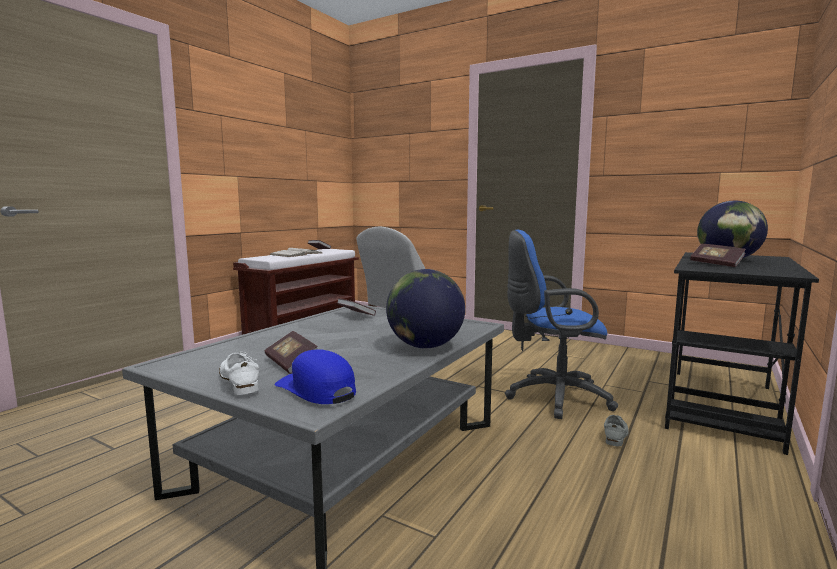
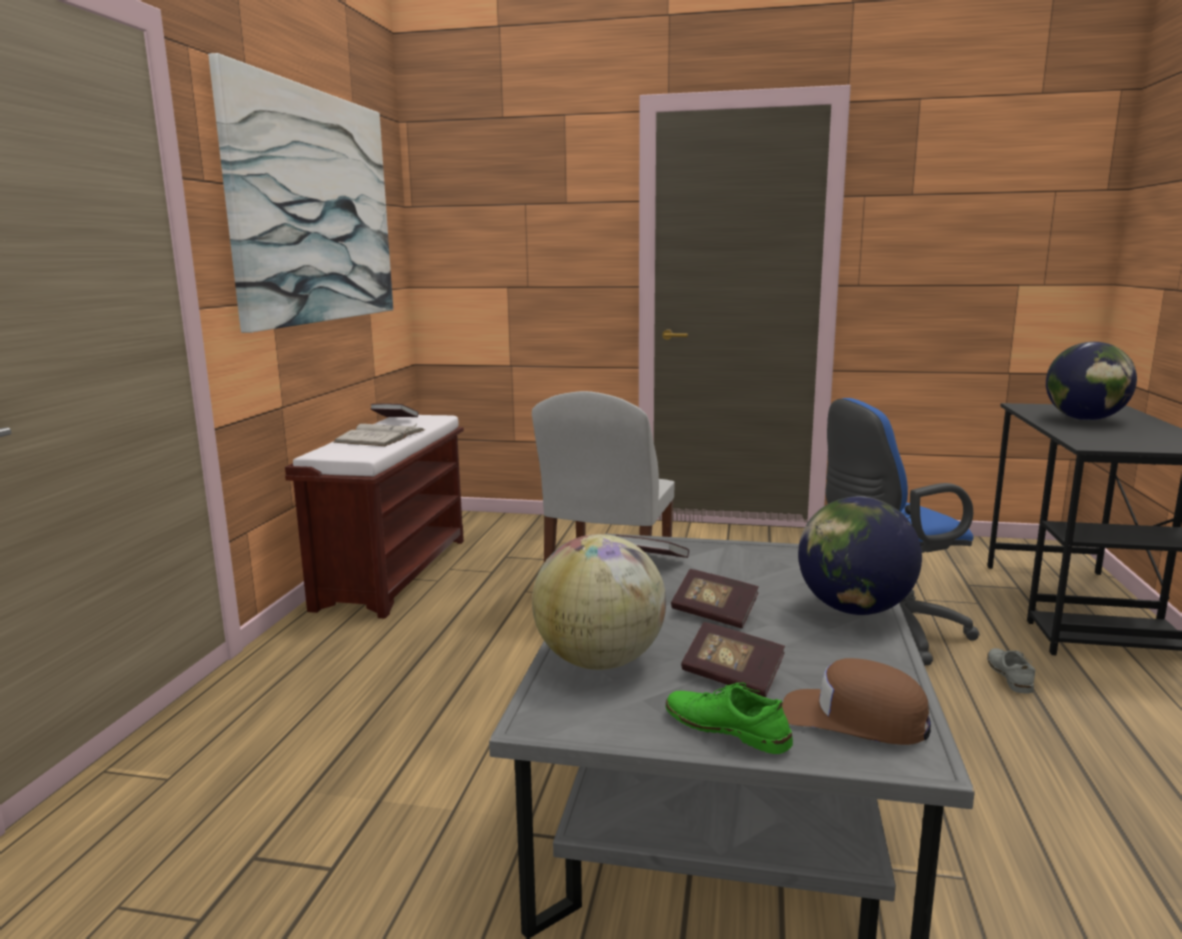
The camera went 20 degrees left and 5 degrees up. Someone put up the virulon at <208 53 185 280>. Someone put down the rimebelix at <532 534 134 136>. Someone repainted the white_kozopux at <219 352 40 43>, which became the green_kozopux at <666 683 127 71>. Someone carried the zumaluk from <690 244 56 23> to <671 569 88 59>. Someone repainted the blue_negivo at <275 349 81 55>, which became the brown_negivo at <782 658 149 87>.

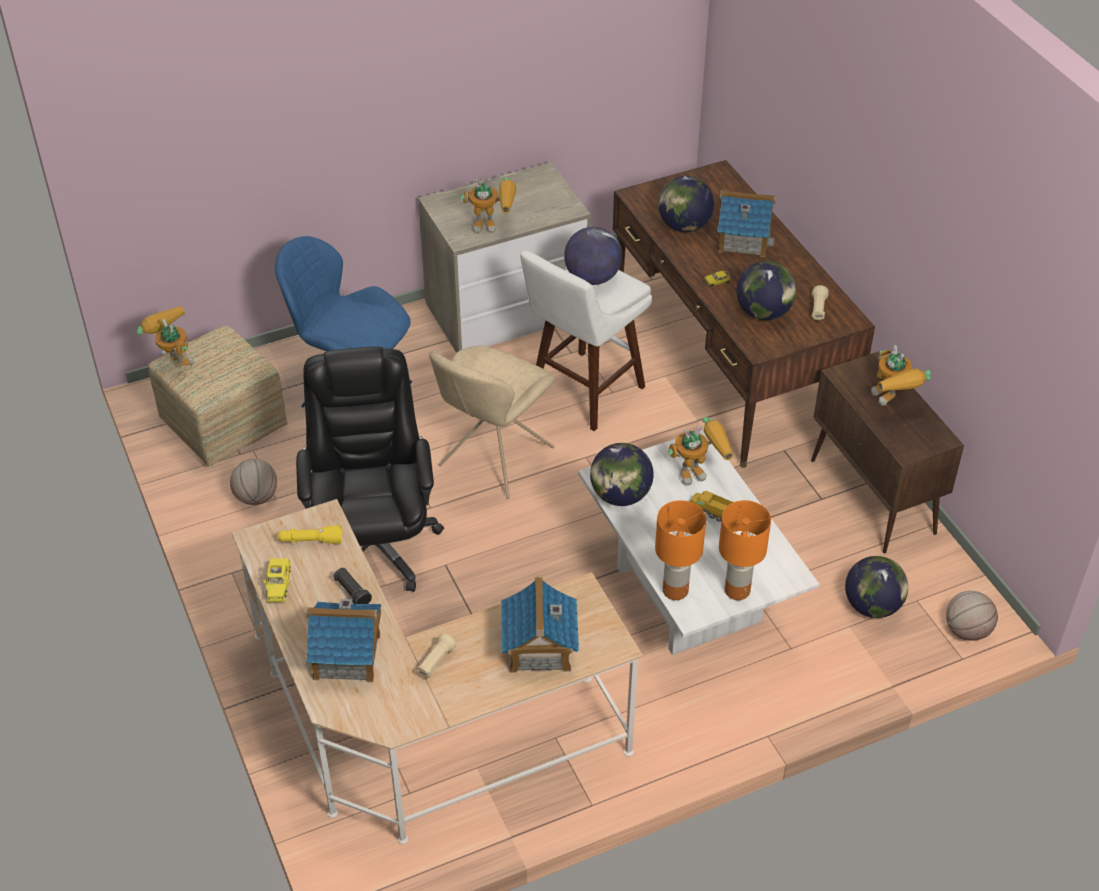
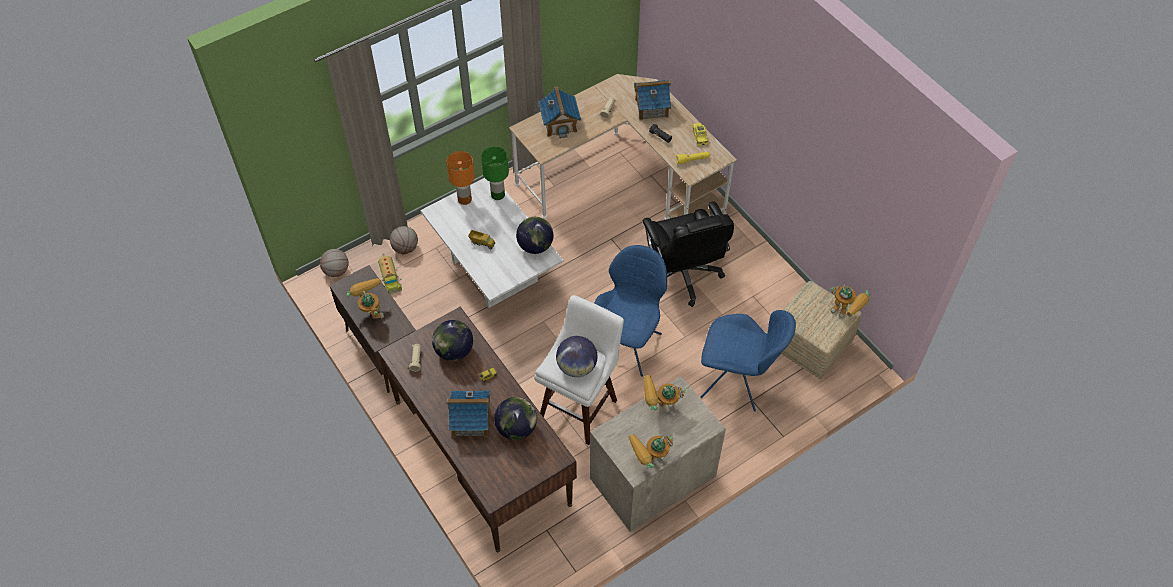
The camera went 170 degrees right and 10 degrees up. Someone swapped the rimebelix at <845 556 63 62> for the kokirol at <377 253 25 41>. Someone carried the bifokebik from <230 459 47 46> to <390 226 28 28>. Someone repainted the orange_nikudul at <655 500 51 100>, which became the green_nikudul at <481 147 28 53>. Someone repainted the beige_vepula at <429 346 127 152>, which became the blue_vepula at <594 245 73 132>. Someone carried the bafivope from <668 417 65 69> to <628 434 45 34>.

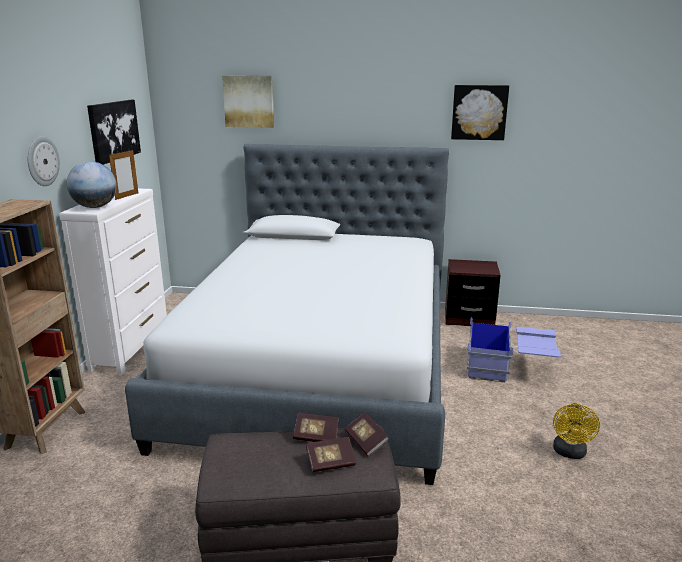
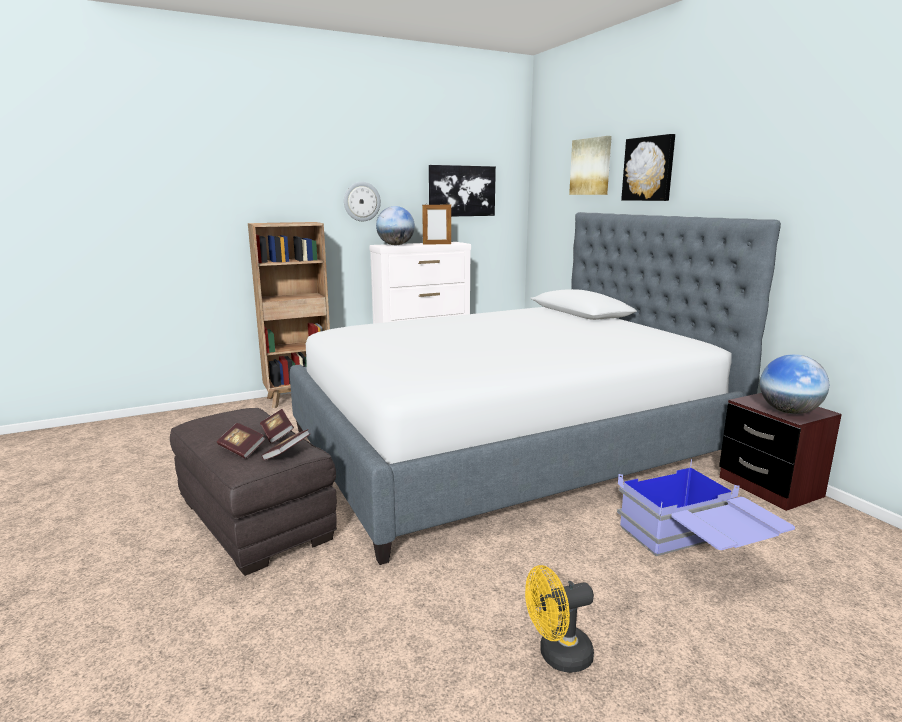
The camera went 55 degrees right and 5 degrees down. Someone carried the virulon from <451 85 58 55> to <621 134 54 67>. Someone put down the rimebelix at <760 354 69 60>.

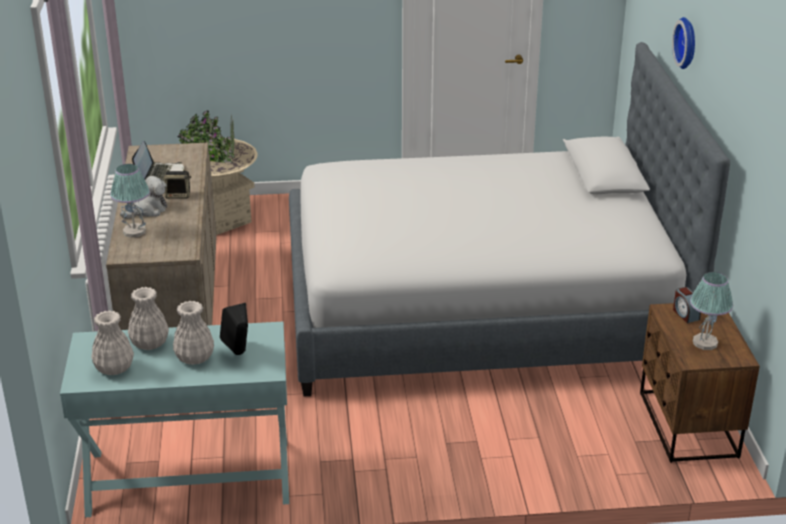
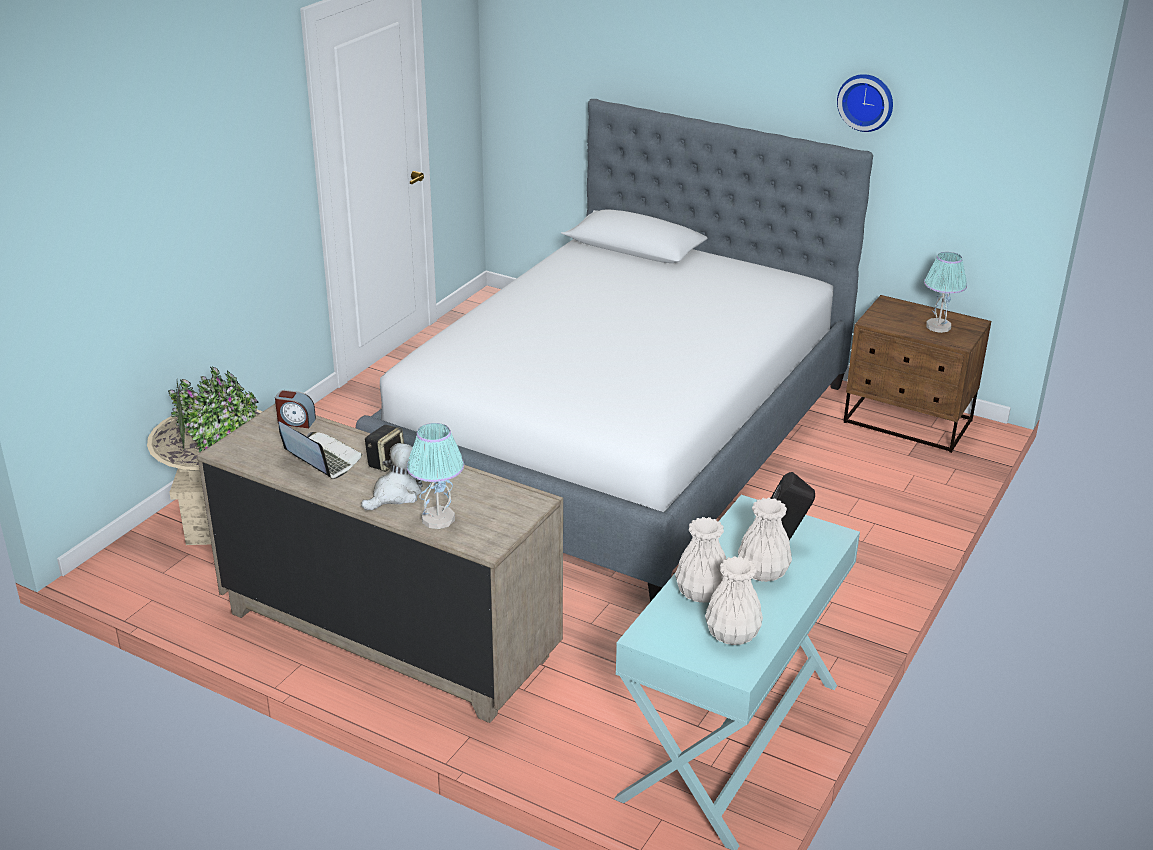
The camera went 55 degrees left and 0 degrees up. Someone carried the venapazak from <673 287 28 36> to <275 390 41 38>. Someone rotated the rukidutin at <120 176 47 43> by 45 degrees clockwise. Someone carried the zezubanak from <672 17 23 52> to <837 74 56 58>.

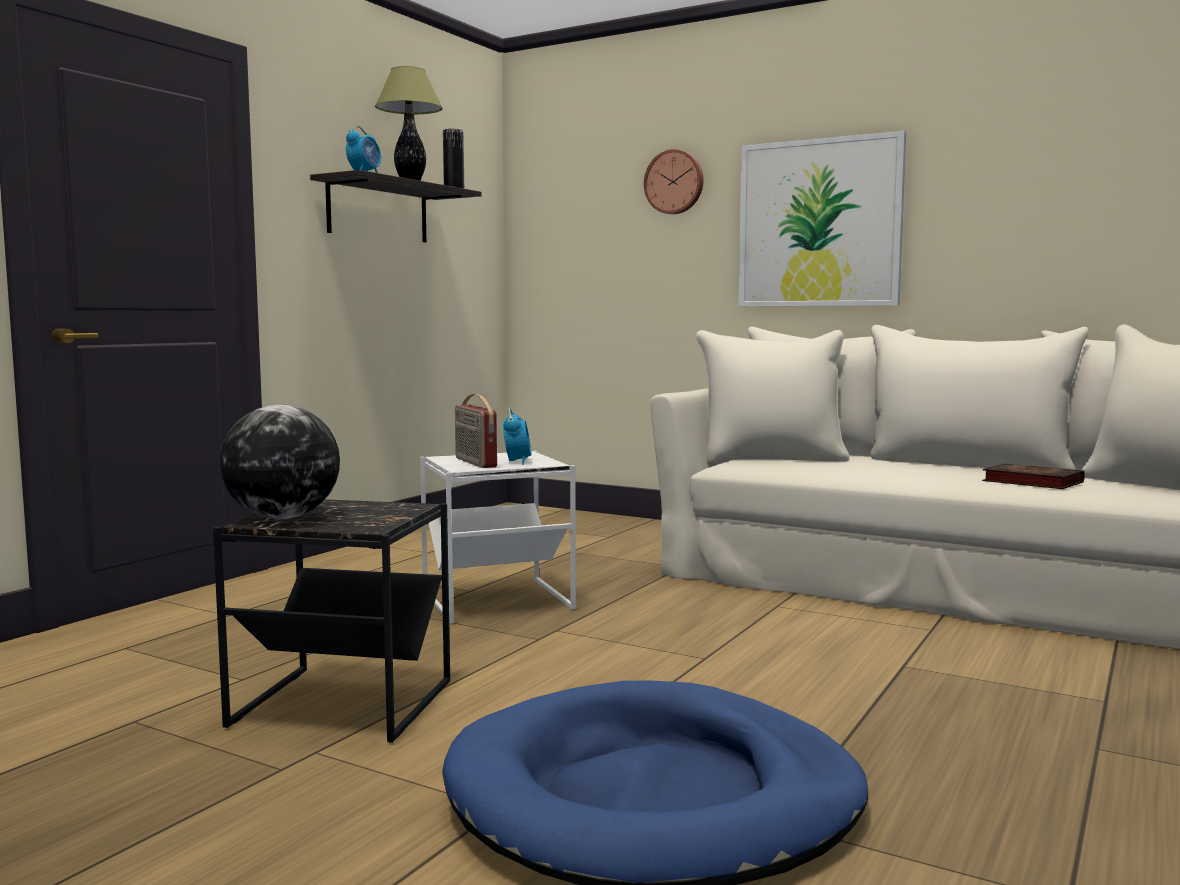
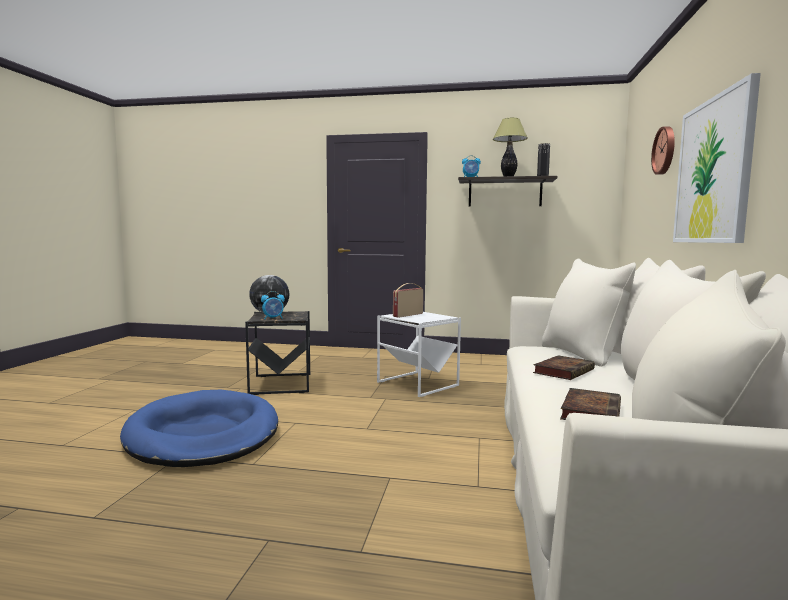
The camera went 70 degrees right and 0 degrees up. Someone carried the venapazak from <502 408 29 57> to <261 291 24 28>. Someone put down the zumaluk at <533 355 62 25>.

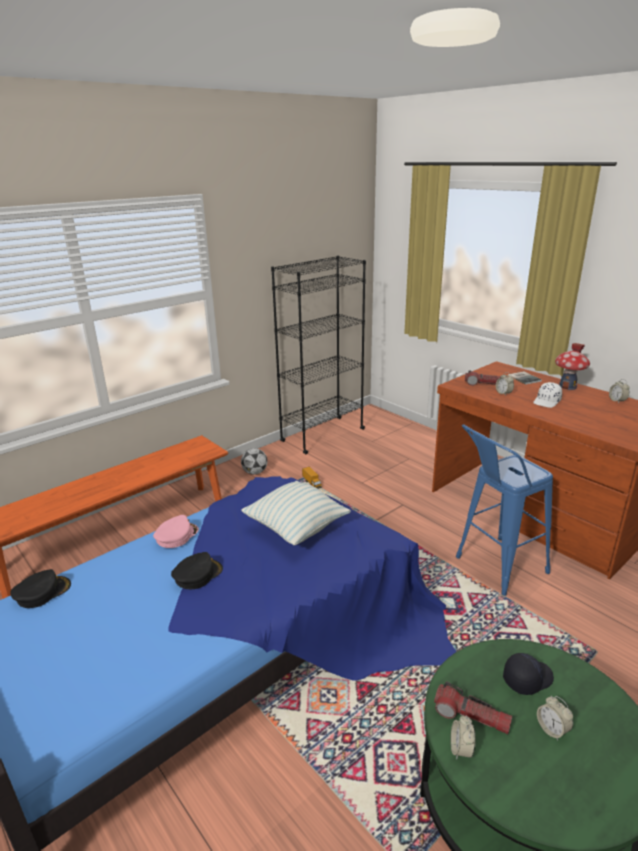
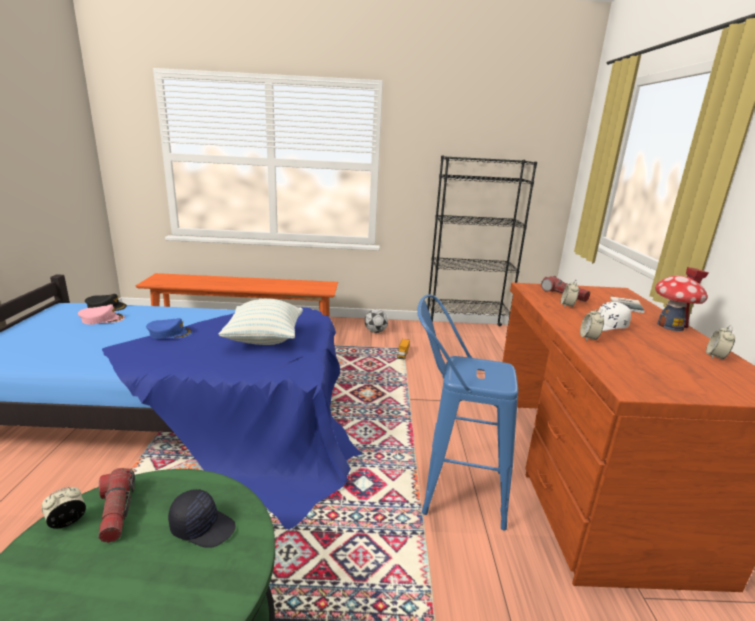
The camera went 40 degrees right and 5 degrees down. Someone carried the pink_negivo from <153 515 46 33> to <78 304 47 21>. Someone repainted the black_negivo at <171 552 52 37>, which became the blue_negivo at <146 318 46 21>. Someone carried the venapazak from <537 696 36 45> to <580 308 24 33>.

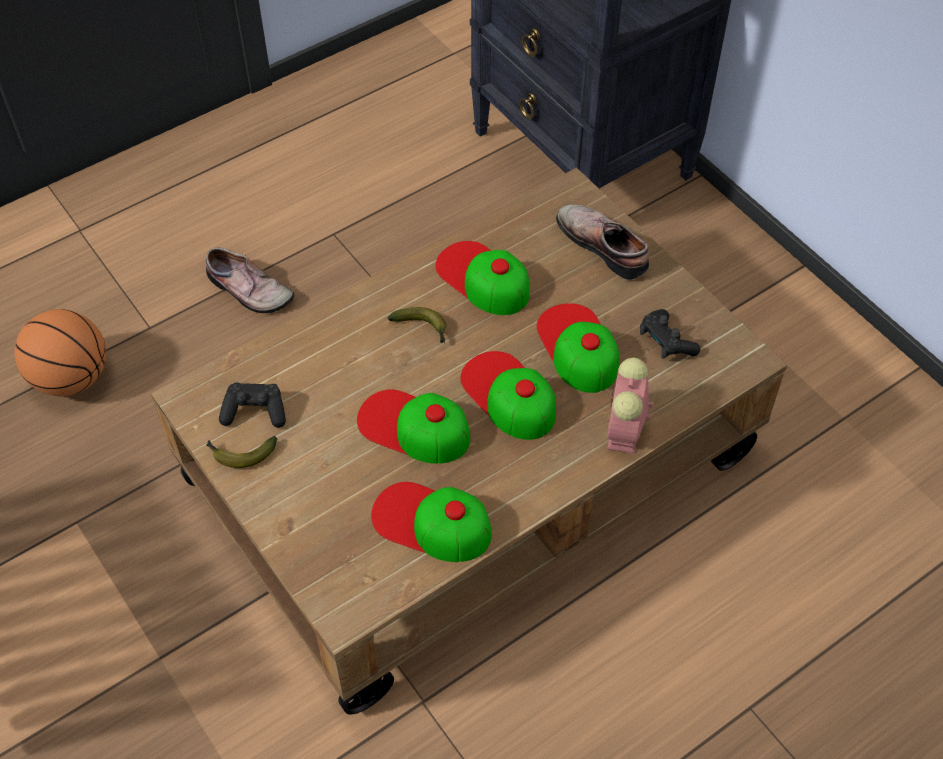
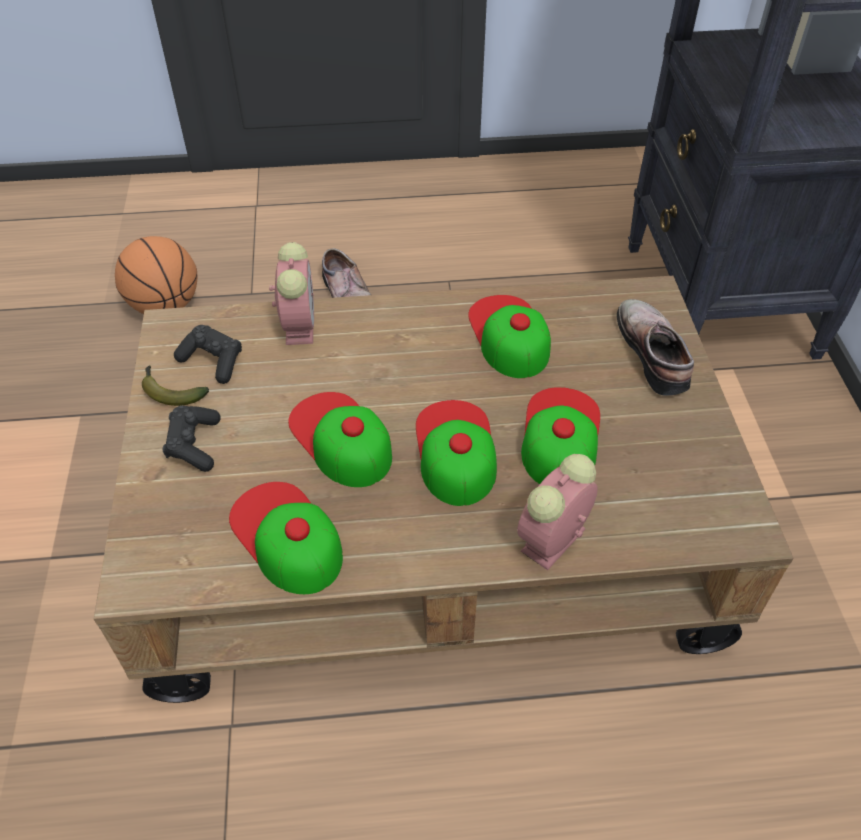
The camera went 30 degrees right and 5 degrees down. Someone carried the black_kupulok from <640 309 60 50> to <163 406 58 66>. Someone put down the venapazak at <269 242 45 103>. Someone took away the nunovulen at <388 307 58 36>.

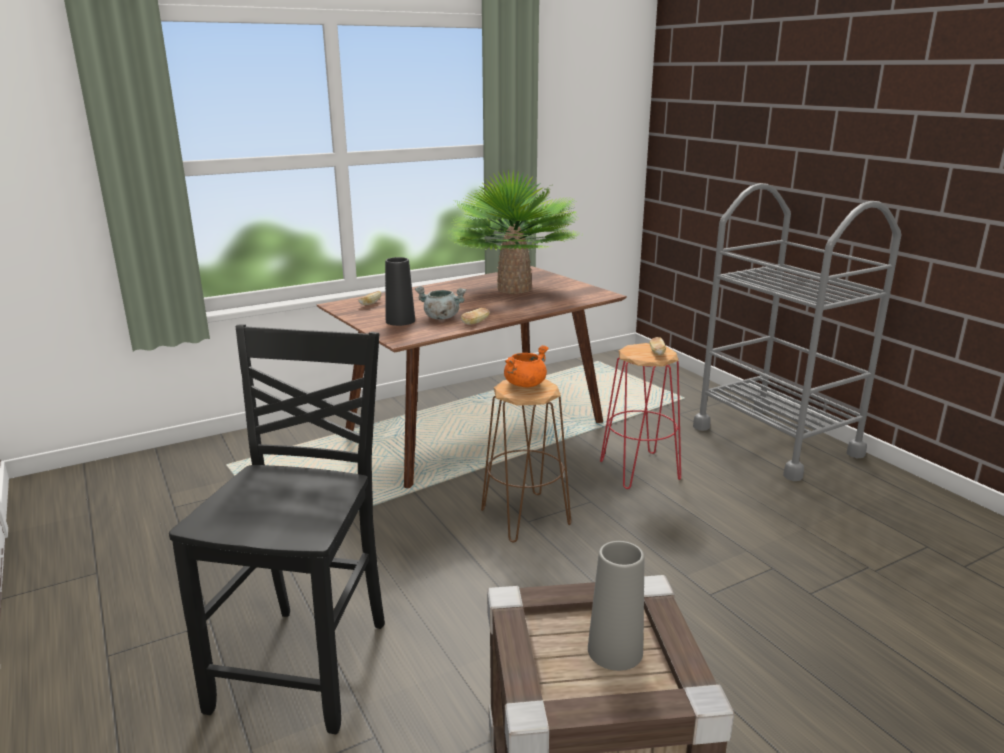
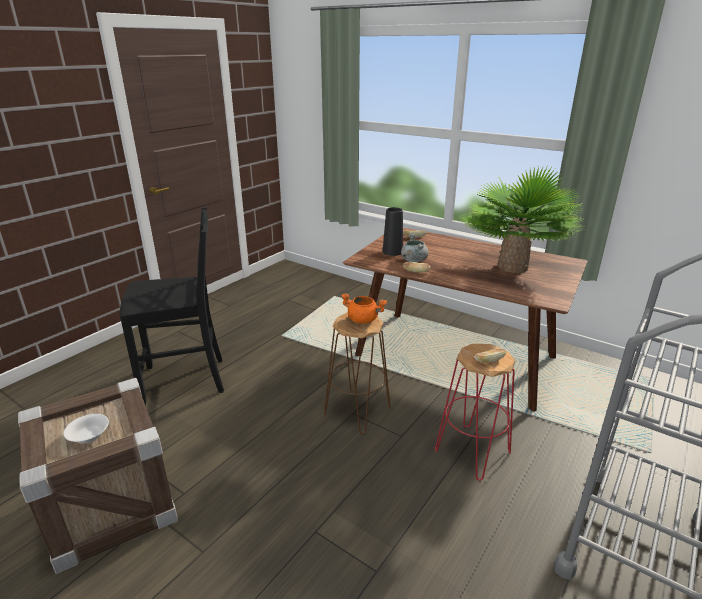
The camera went 65 degrees right and 5 degrees up. Someone swapped the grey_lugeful at <588 541 56 130> for the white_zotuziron at <64 414 45 29>.

